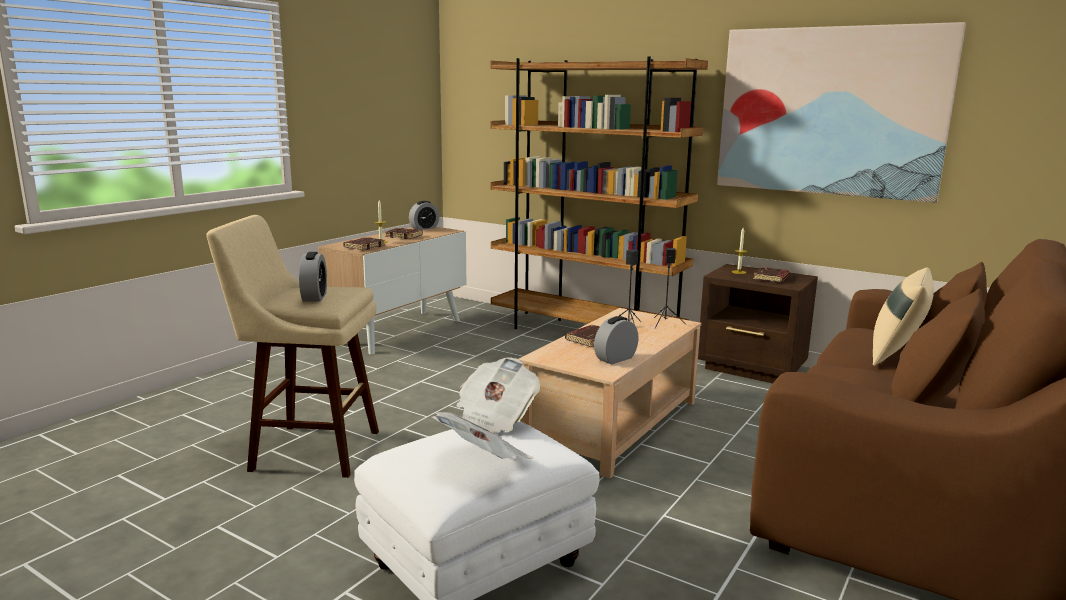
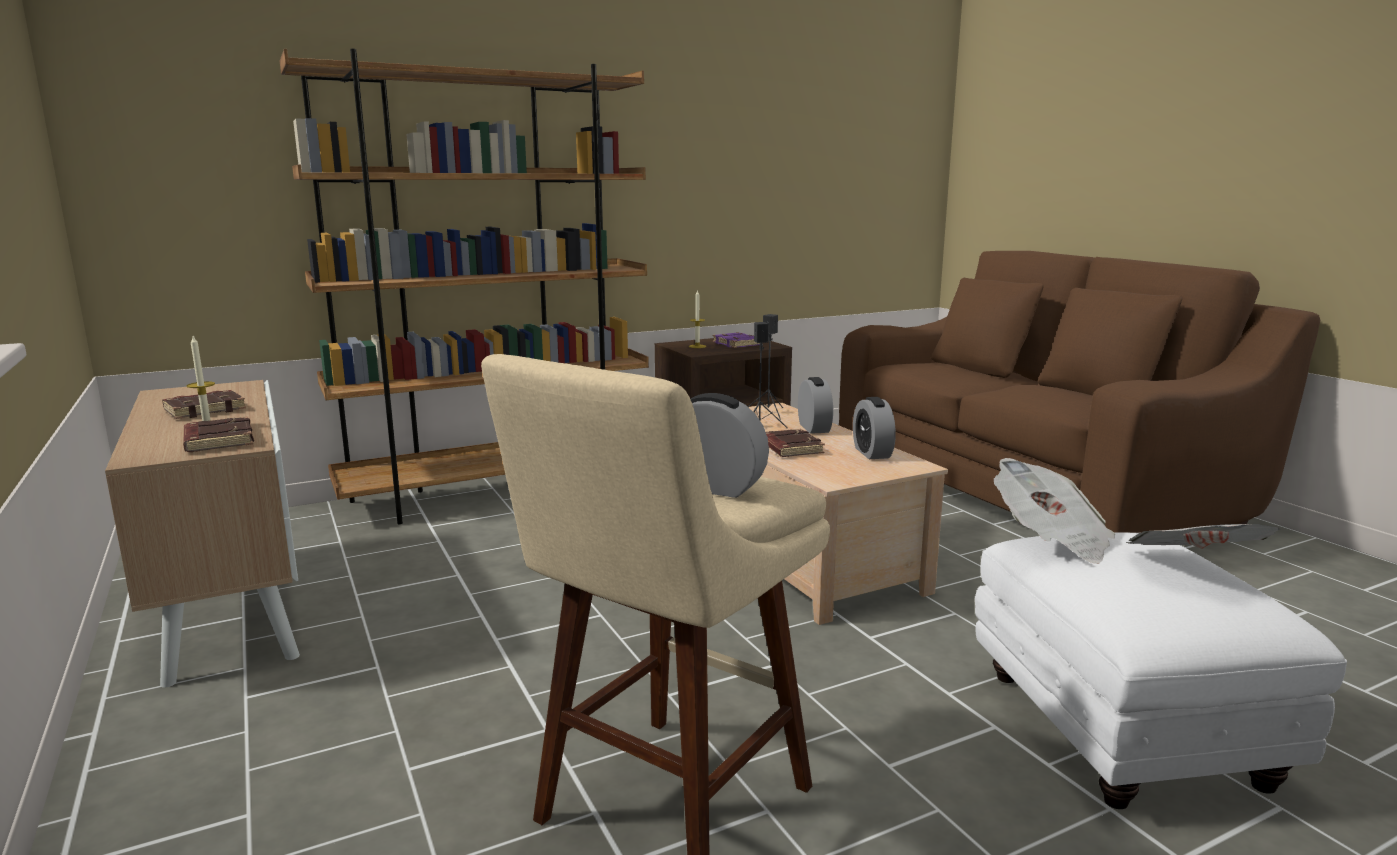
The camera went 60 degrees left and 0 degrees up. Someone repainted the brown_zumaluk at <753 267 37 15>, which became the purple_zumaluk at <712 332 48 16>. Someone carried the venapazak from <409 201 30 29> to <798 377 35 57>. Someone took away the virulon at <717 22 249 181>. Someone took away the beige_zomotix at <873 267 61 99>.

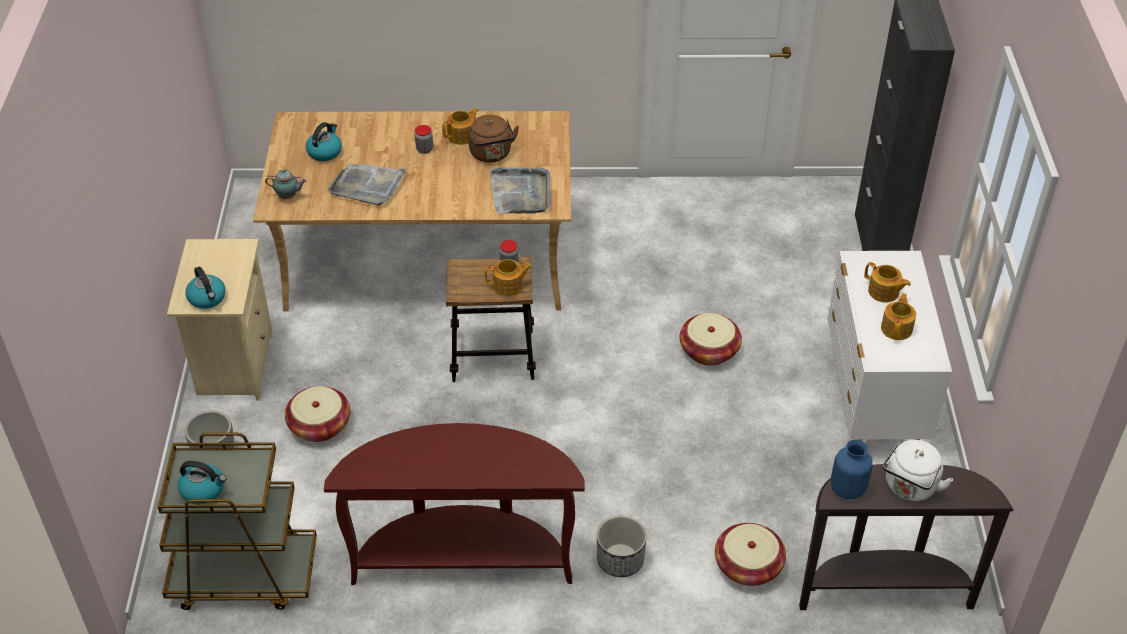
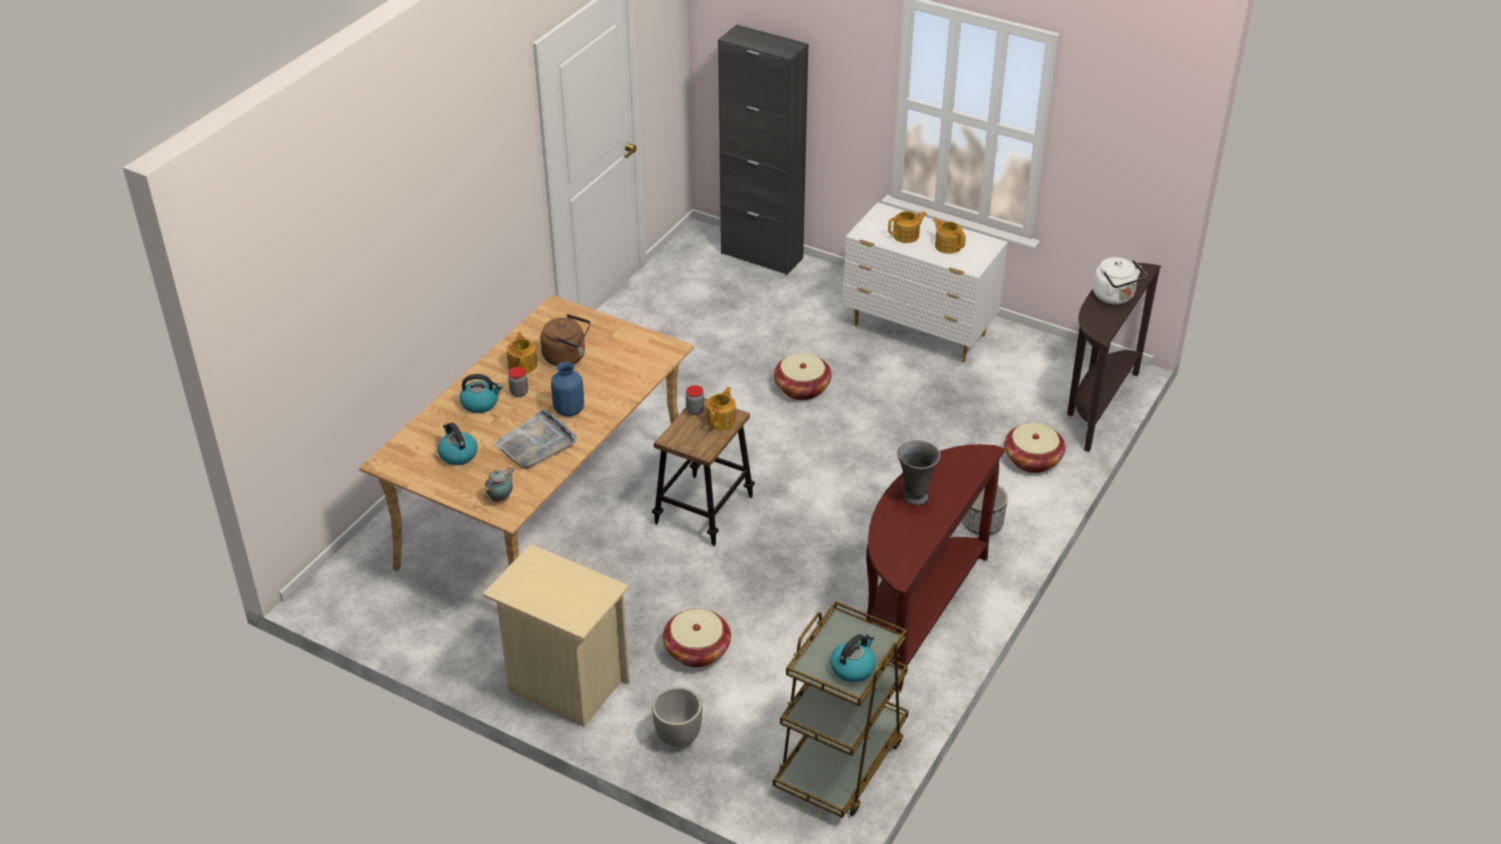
The camera went 60 degrees left and 5 degrees down. Someone carried the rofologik from <185 267 41 42> to <460 374 43 39>. Someone carried the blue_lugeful from <831 439 42 60> to <551 362 33 54>. Someone put down the grey_lugeful at <897 440 44 65>. Someone took away the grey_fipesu at <490 167 60 47>.

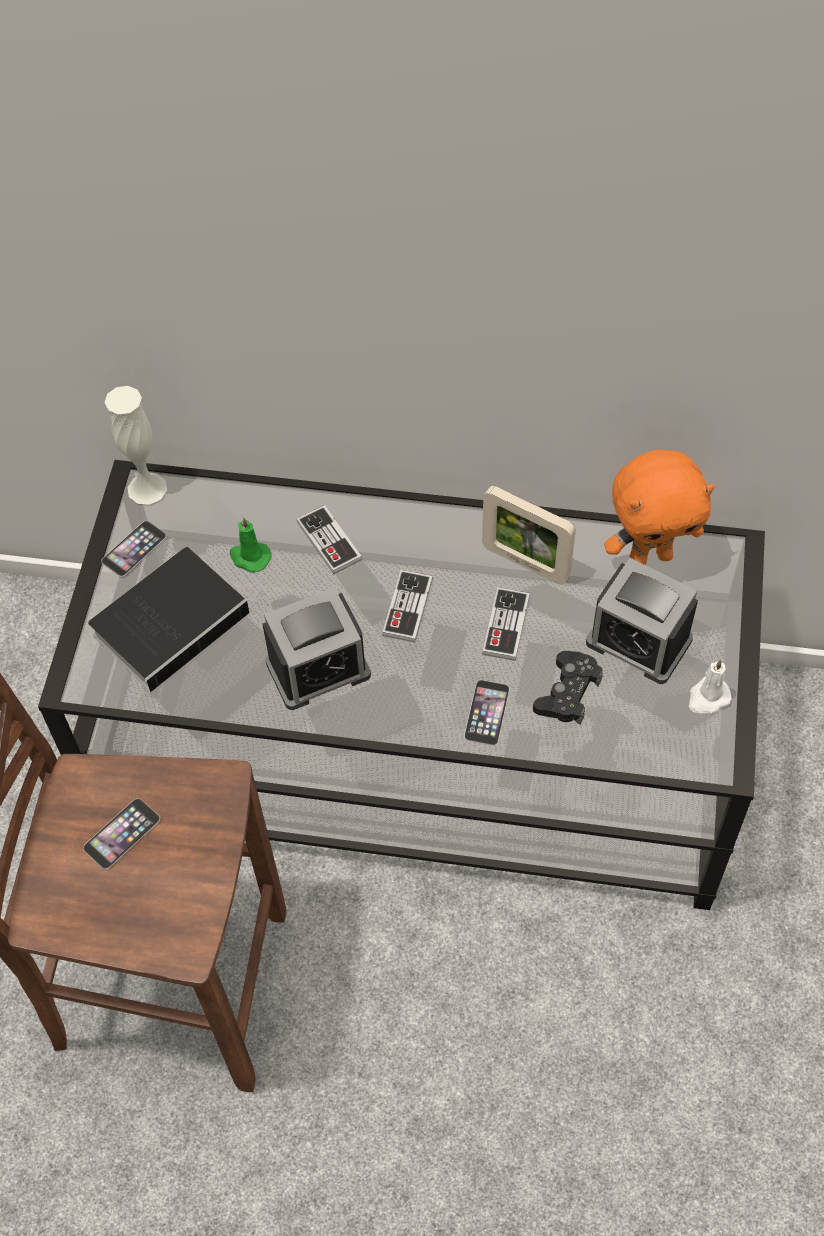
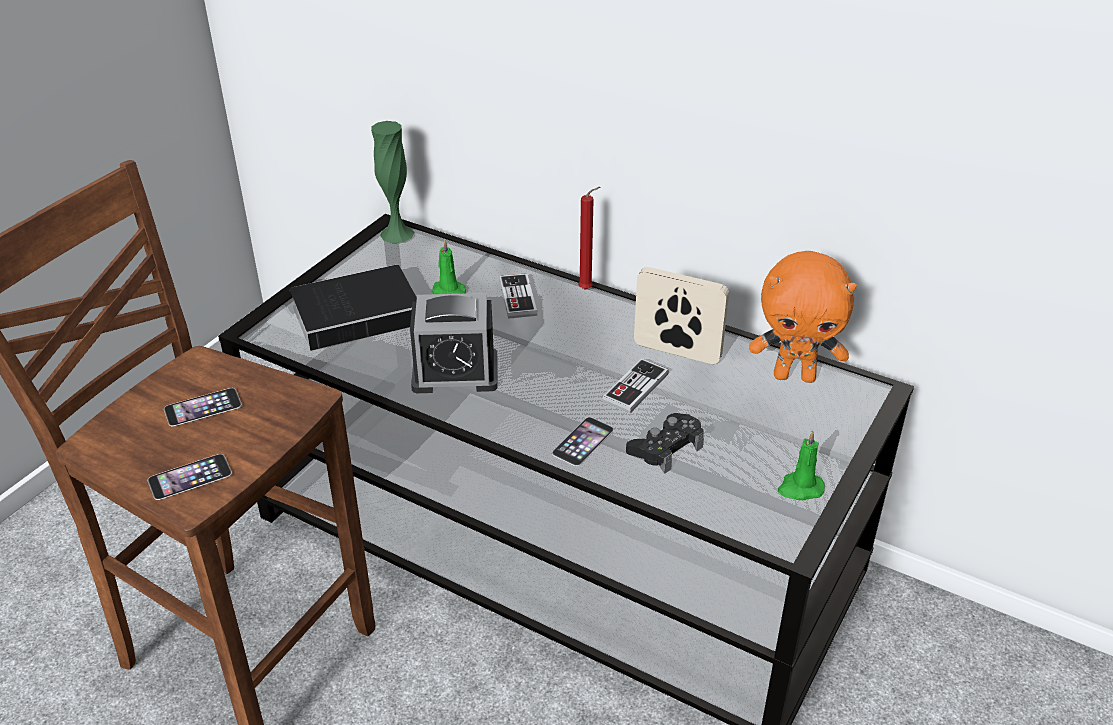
The camera went 20 degrees right and 20 degrees down. Someone carried the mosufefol from <101 521 66 56> to <148 454 84 46>. Someone repainted the white_lugeful at <105 386 62 119>, which became the green_lugeful at <371 121 43 122>. Someone put down the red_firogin at <578 187 22 103>. Someone rotated the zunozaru at <482 486 94 98> by 150 degrees clockwise. Someone repainted the white_firogin at <689 659 43 55>, which became the green_firogin at <778 431 47 69>. Someone took away the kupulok at <382 570 51 72>. Someone took away the venapazak at <586 558 112 126>.

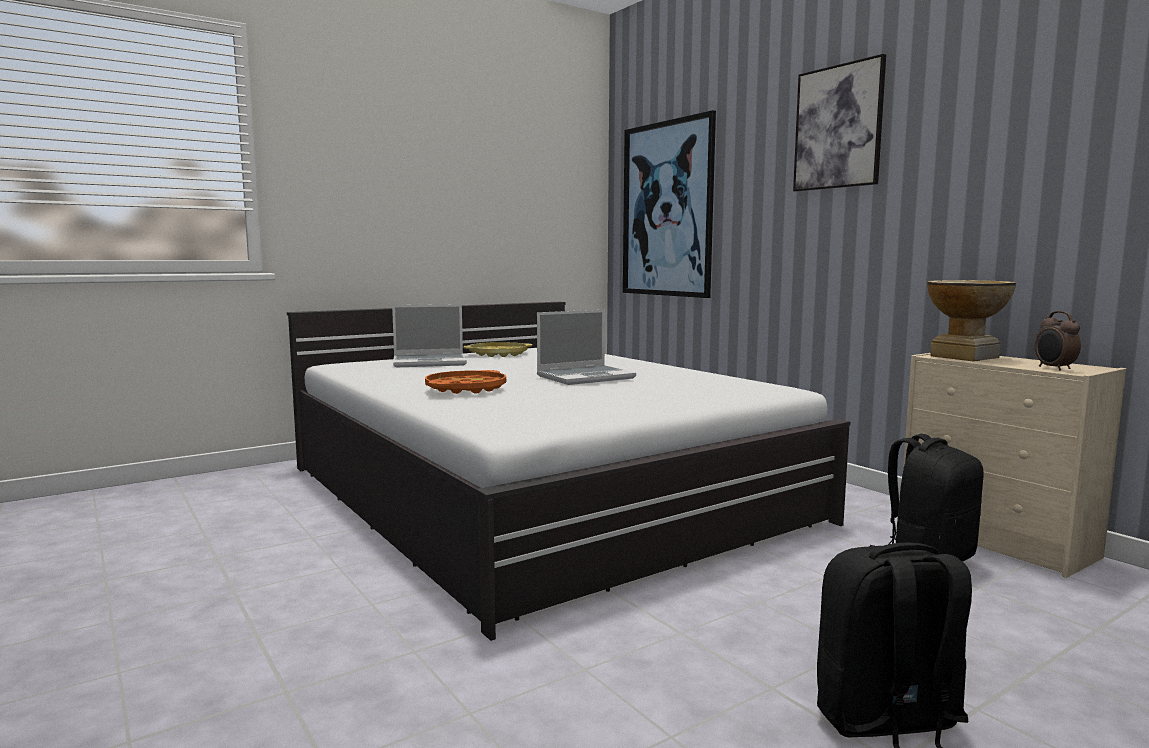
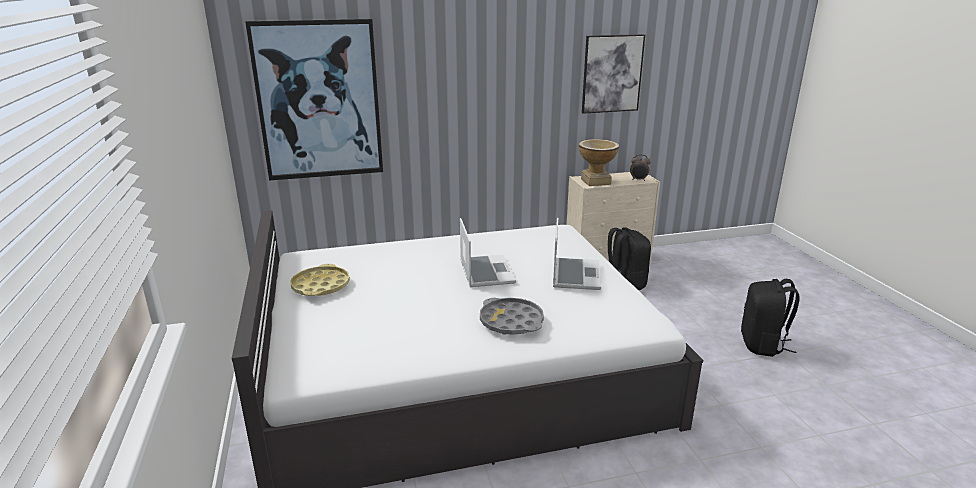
The camera went 70 degrees left and 15 degrees up. Someone repainted the orange_fipesu at <425 370 81 24>, which became the grey_fipesu at <480 298 64 37>. Someone carried the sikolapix from <392 304 75 63> to <553 218 48 72>. Someone carried the virulon from <793 54 93 138> to <582 34 63 80>.

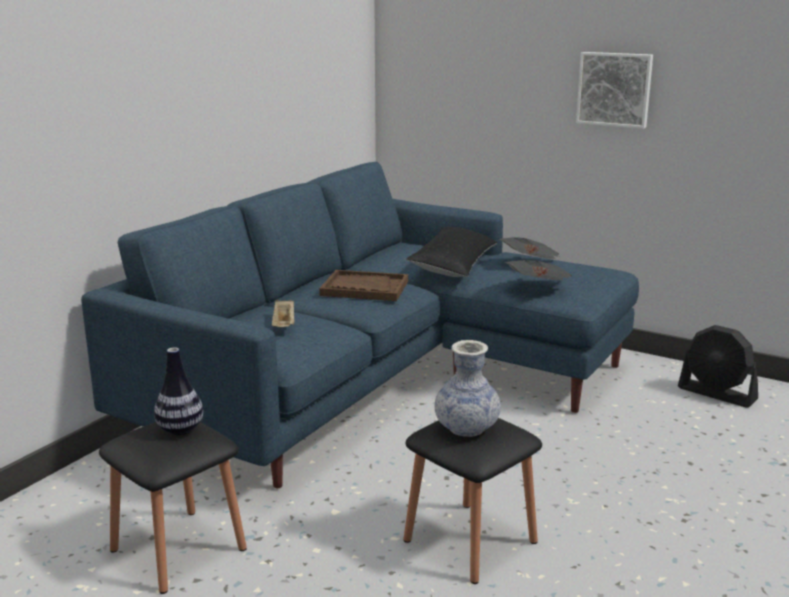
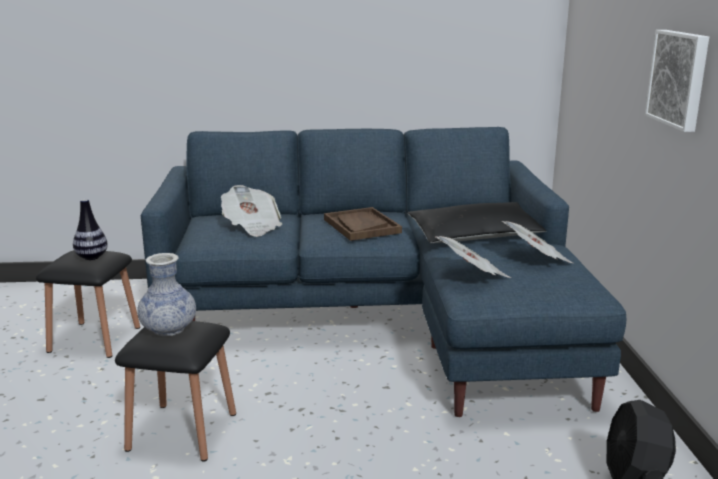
The camera went 55 degrees right and 0 degrees up. Someone swapped the beige_fipesu at <272 299 23 28> for the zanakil at <221 185 61 52>.

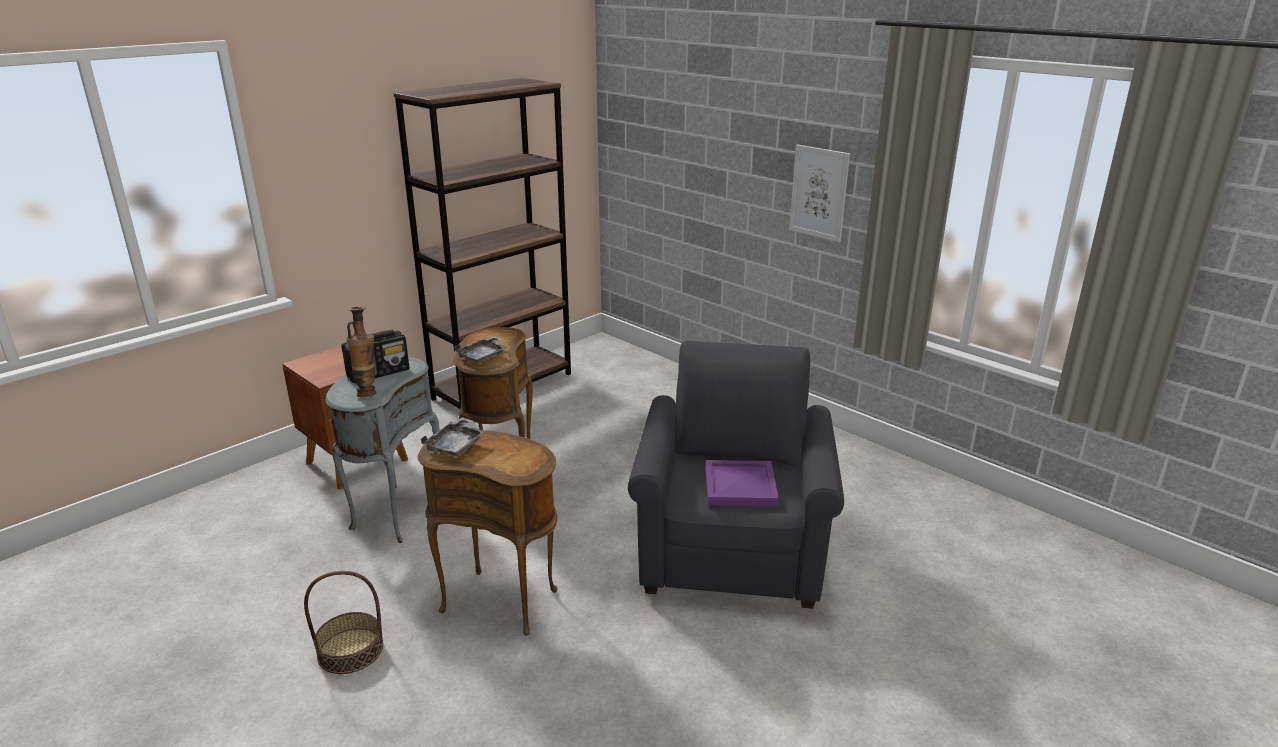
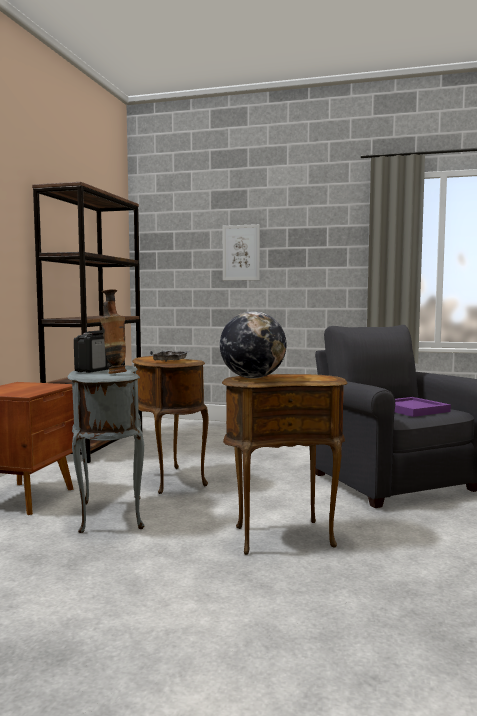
The camera went 30 degrees left and 20 degrees down. Someone swapped the grey_fipesu at <421 417 65 40> for the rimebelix at <220 311 66 67>. Someone carried the virulon from <789 144 61 98> to <223 224 37 56>. Someone took away the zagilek at <304 571 79 103>.

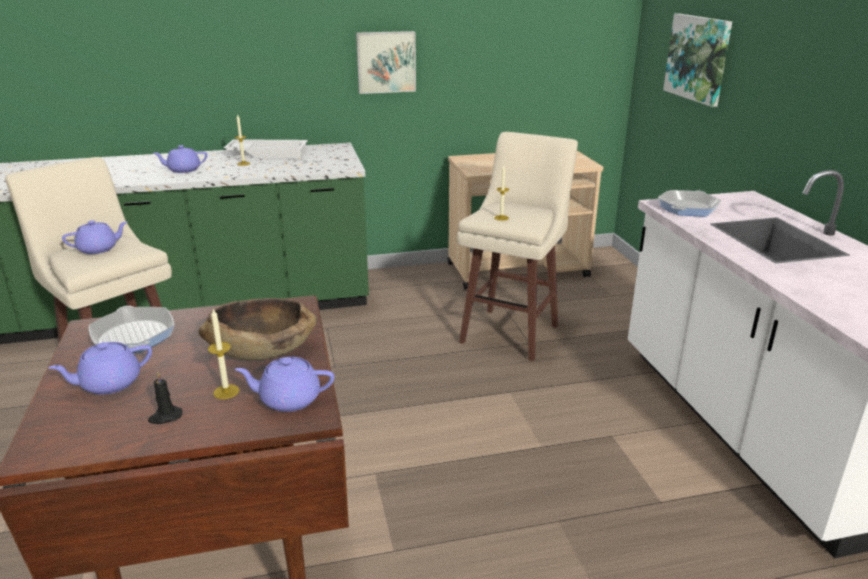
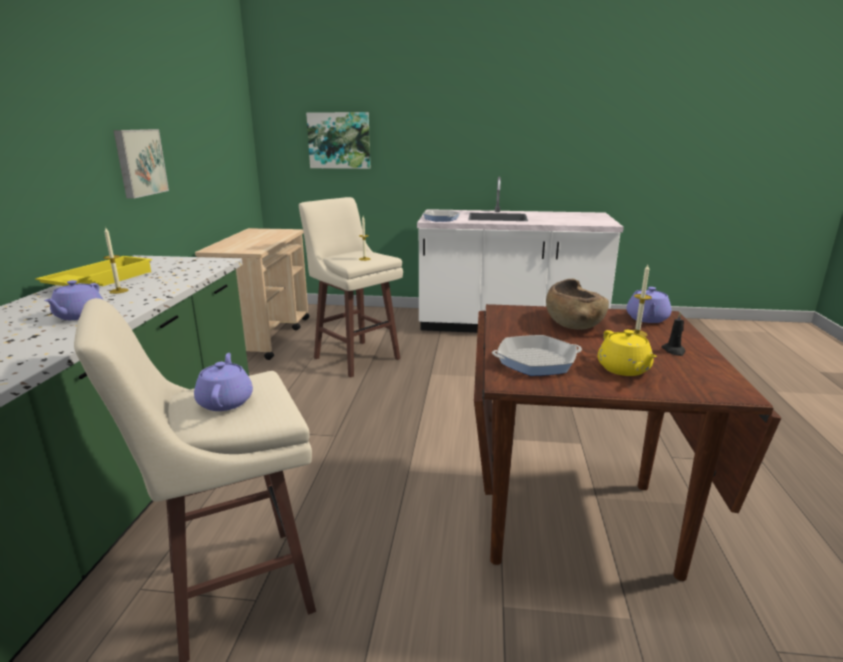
The camera went 70 degrees left and 5 degrees down. Someone repainted the white_fipesu at <224 139 84 19>, which became the yellow_fipesu at <35 256 117 30>. Someone repainted the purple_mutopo at <48 342 104 53>, which became the yellow_mutopo at <598 330 59 46>.

